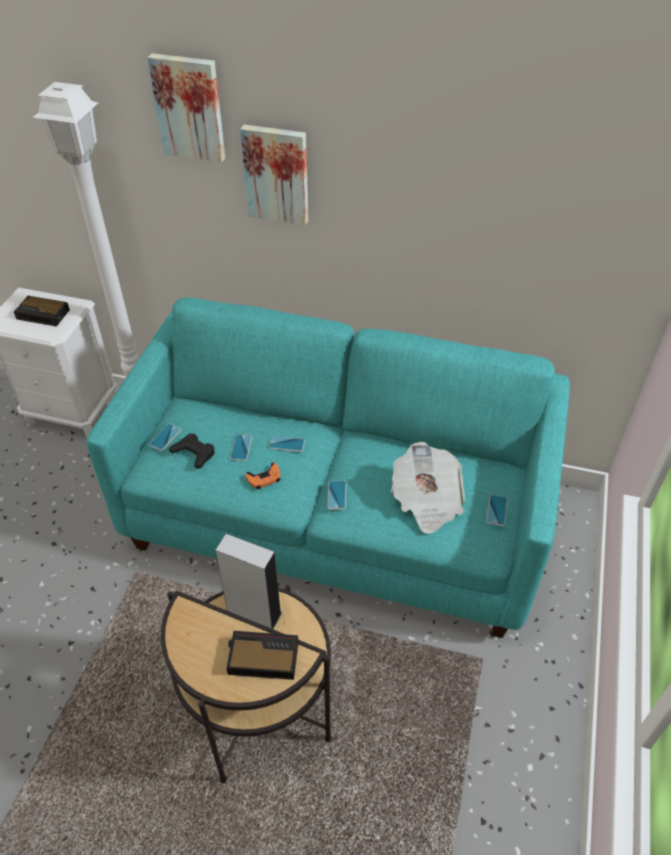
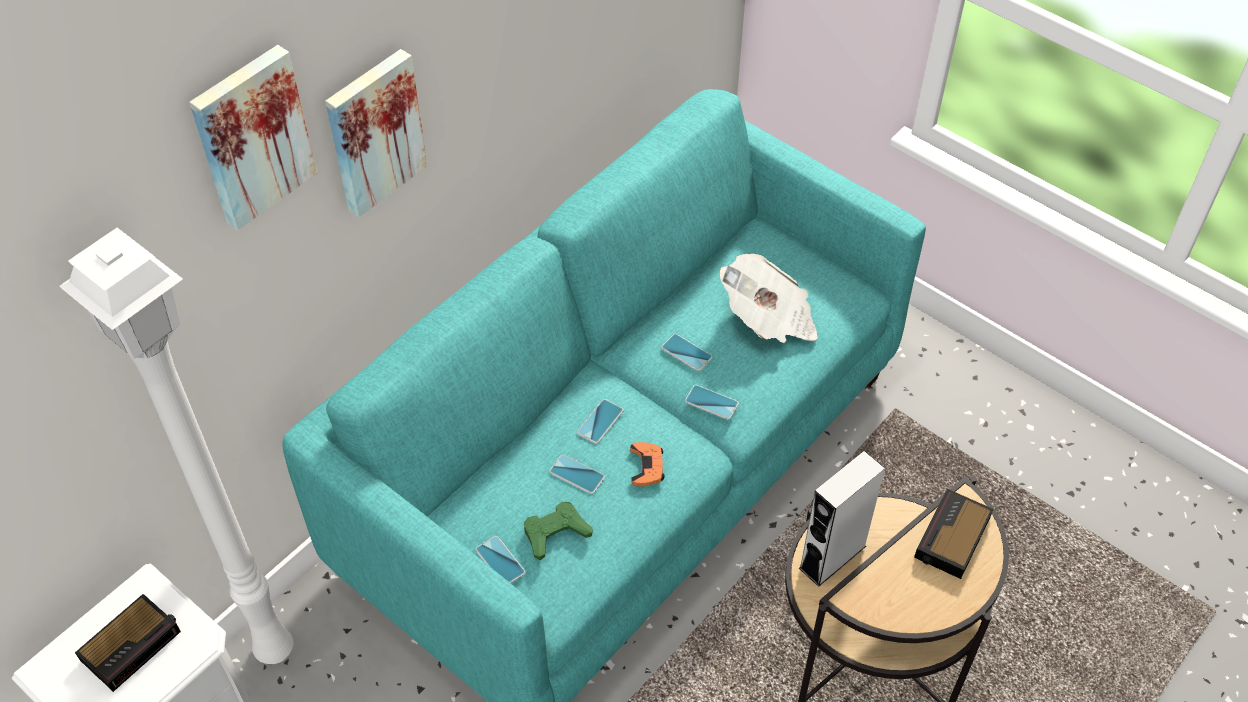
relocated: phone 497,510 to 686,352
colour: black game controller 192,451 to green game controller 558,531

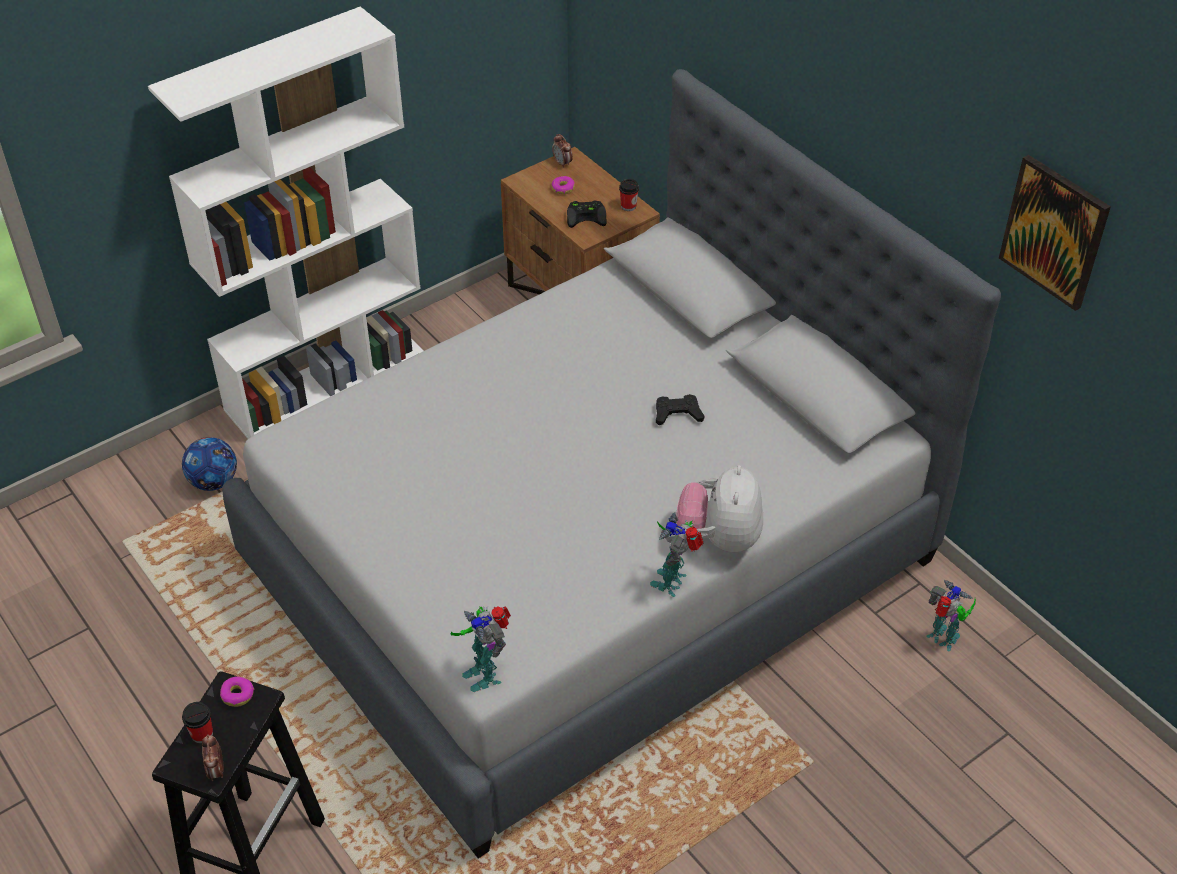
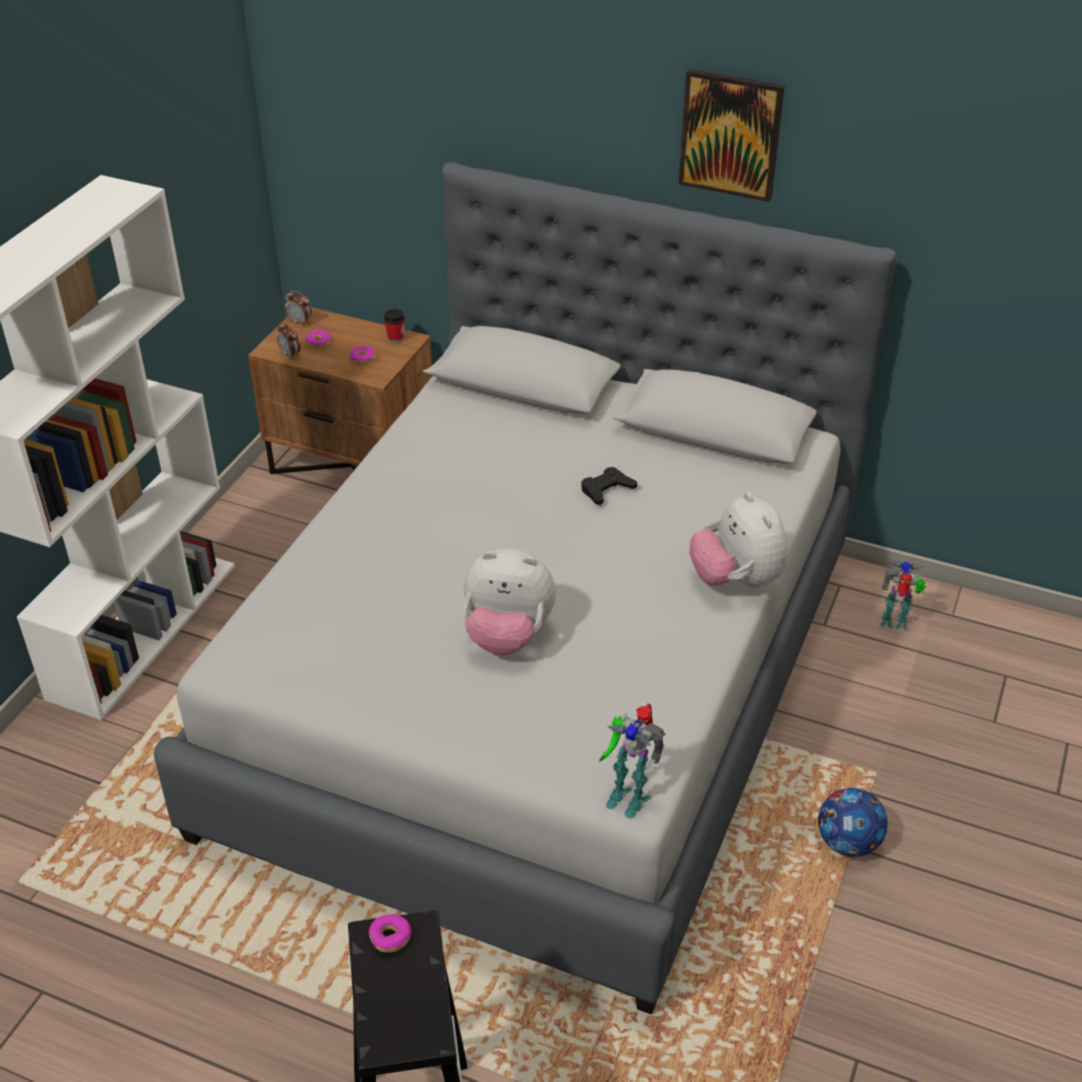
missing: cup 197,723; toy robot 677,554
appeared: plush toy 509,602
relocated: football 209,464 to 853,822; alarm clock 213,757 to 289,341; picture 1055,233 to 732,135
exchanged: black game controller 587,214 to donut 362,355

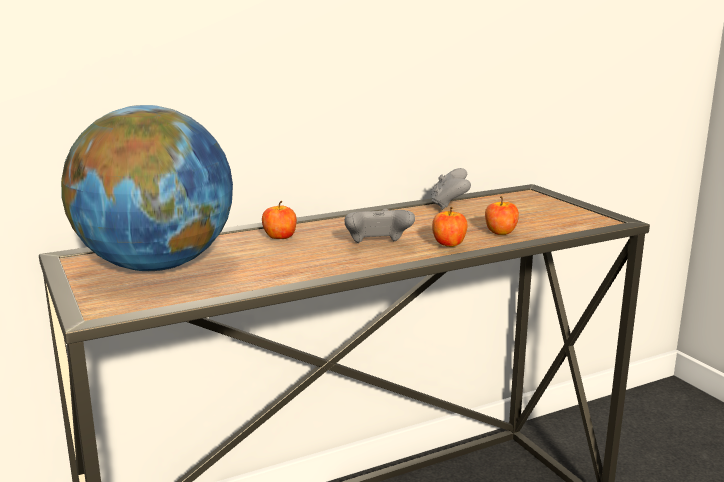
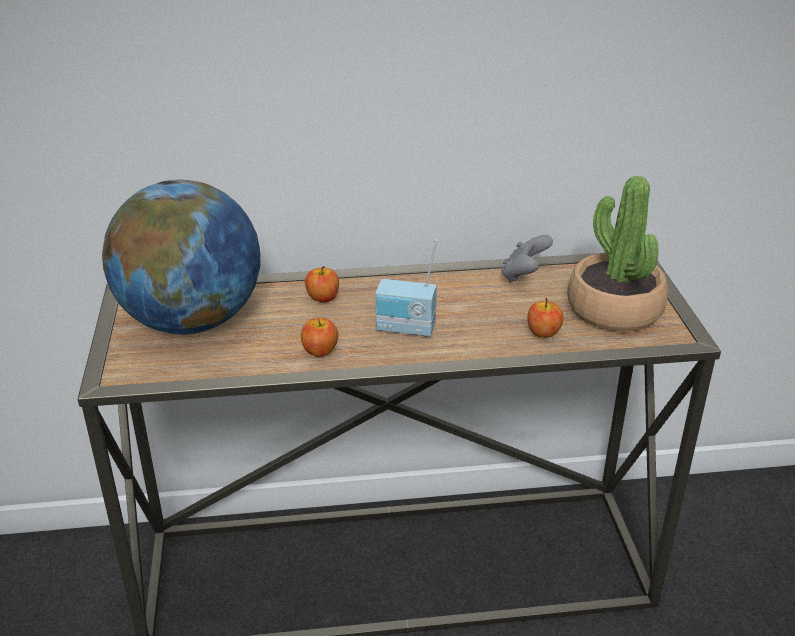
appeared: potted plant 617,254
relocated: apple 450,227 to 319,337
exchanged: grey game controller 379,226 to radio 406,287

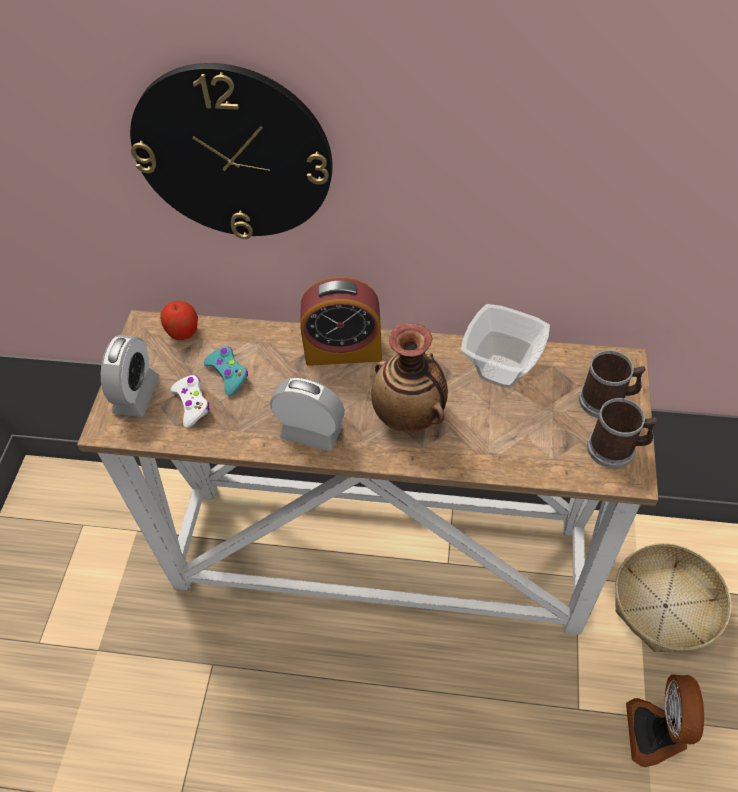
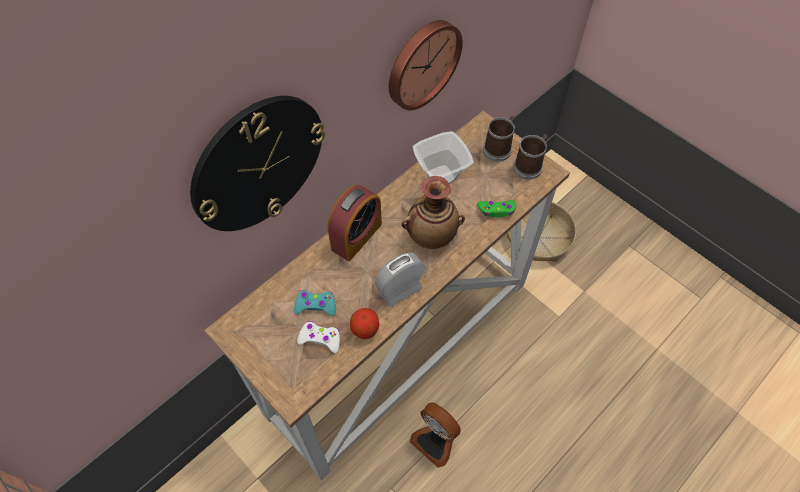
missing: alarm clock 130,376
appeared: wall clock 426,65; green game controller 496,208
relocated: apple 179,320 to 365,323; fan 665,720 to 435,435

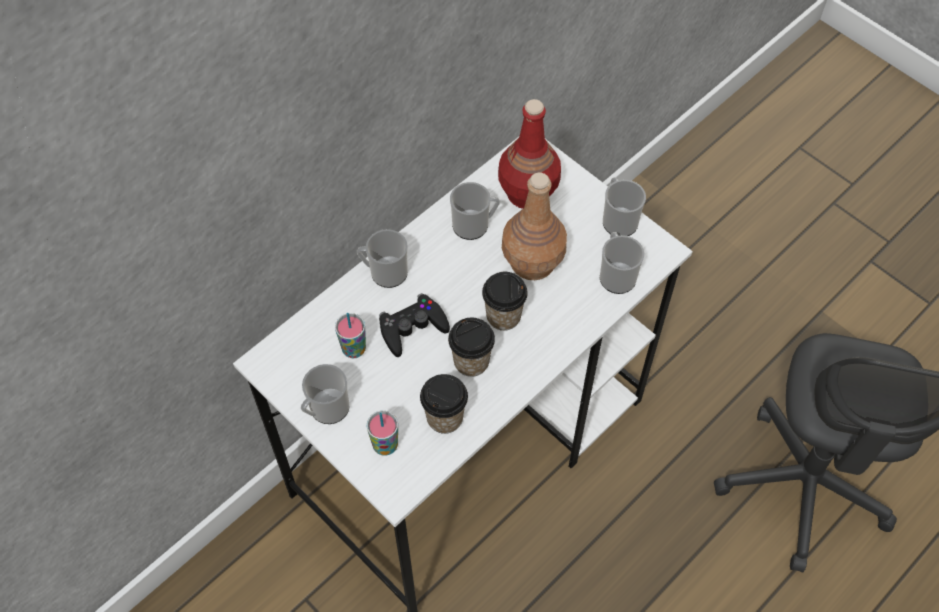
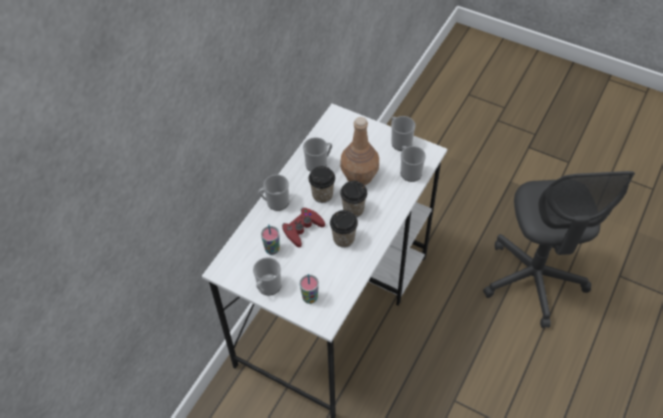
missing: red bottle 529,154
relocated: cup 444,404 to 322,184
colour: black game controller 414,325 to red game controller 303,227

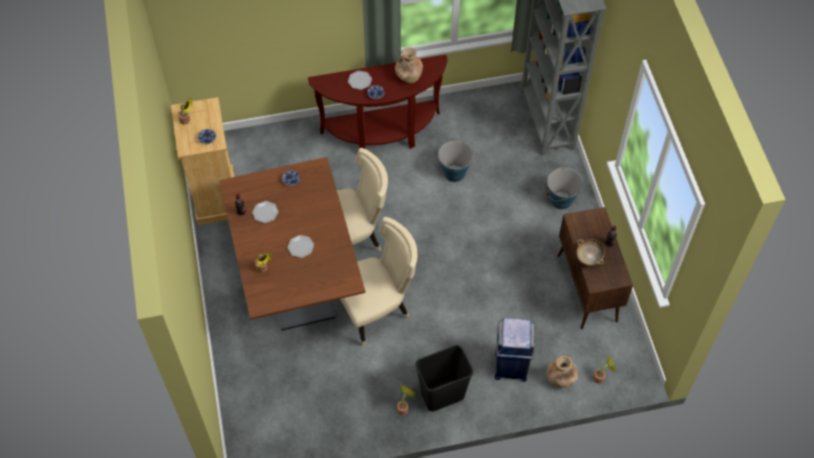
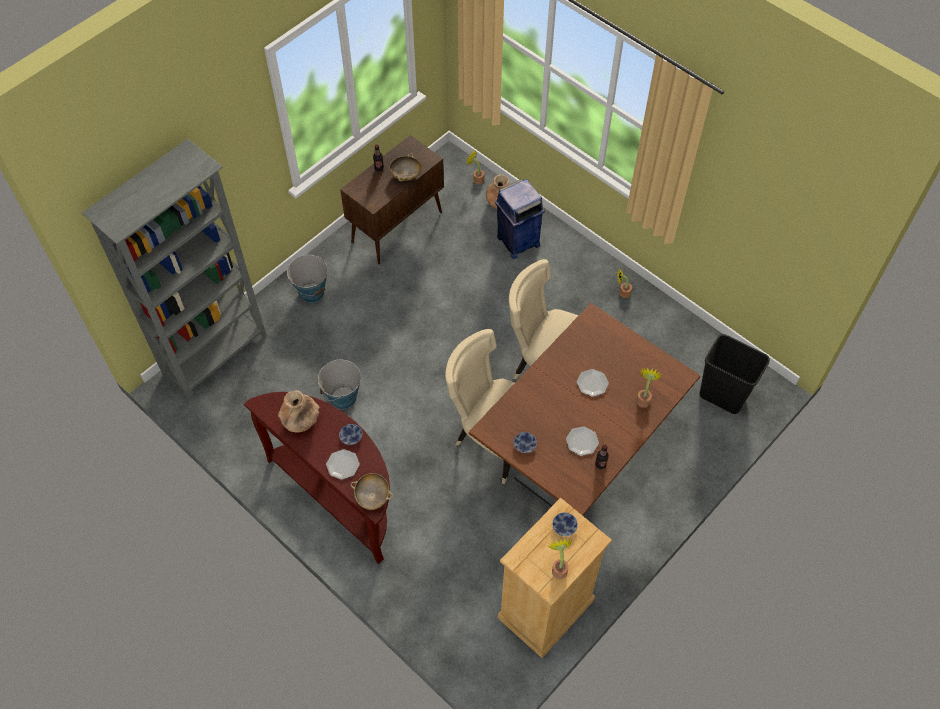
appeared: beige bowl 372,491
relocated: black trash can 444,378 to 735,374

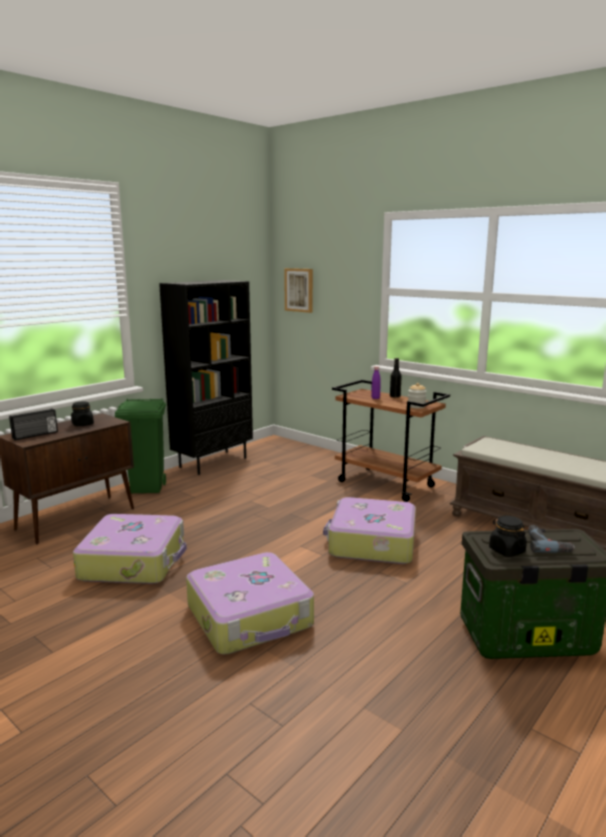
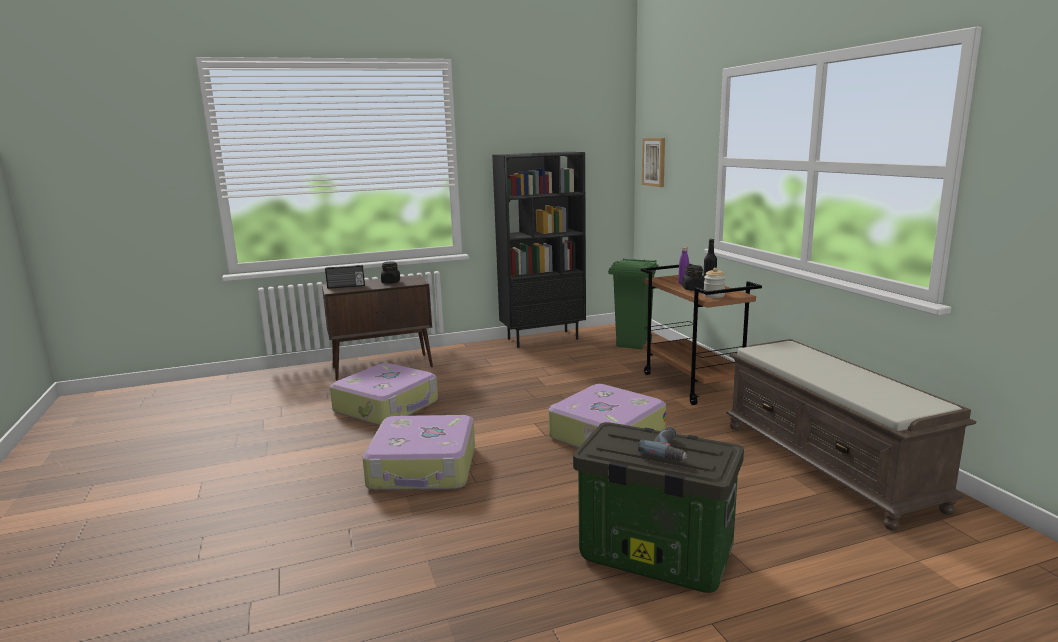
relocated: green trash can 140,445 to 633,303; black jar 508,536 to 693,278

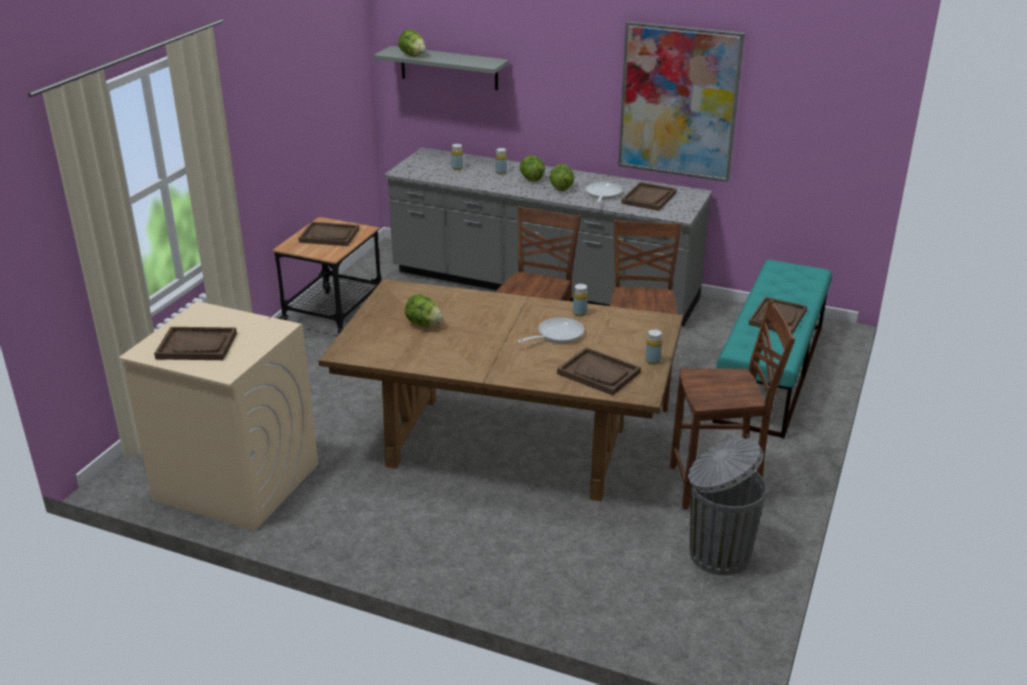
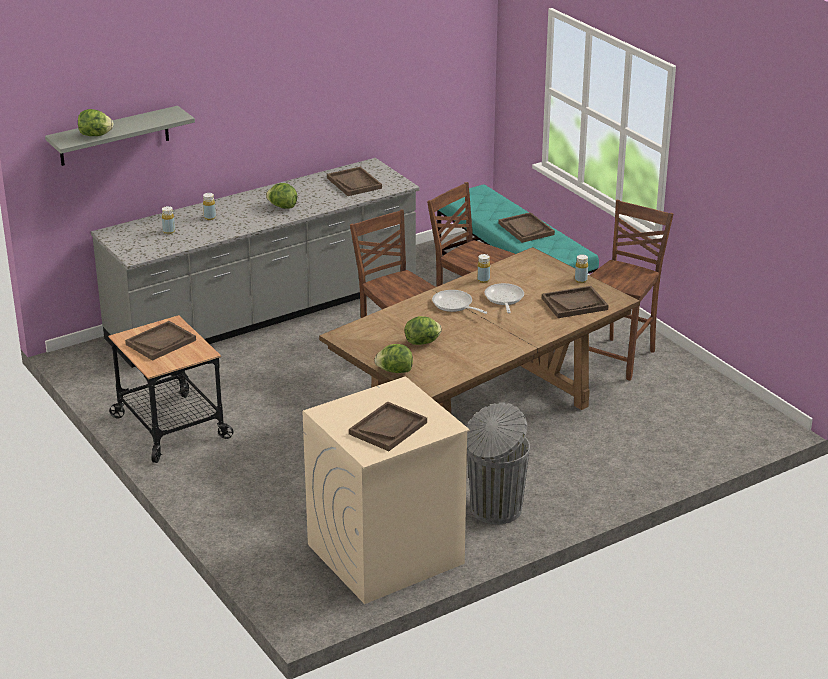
missing: picture 681,101
relocated: lettuce 532,168 to 394,358; frying pan 603,192 to 459,302; grey trash can 727,506 to 498,463

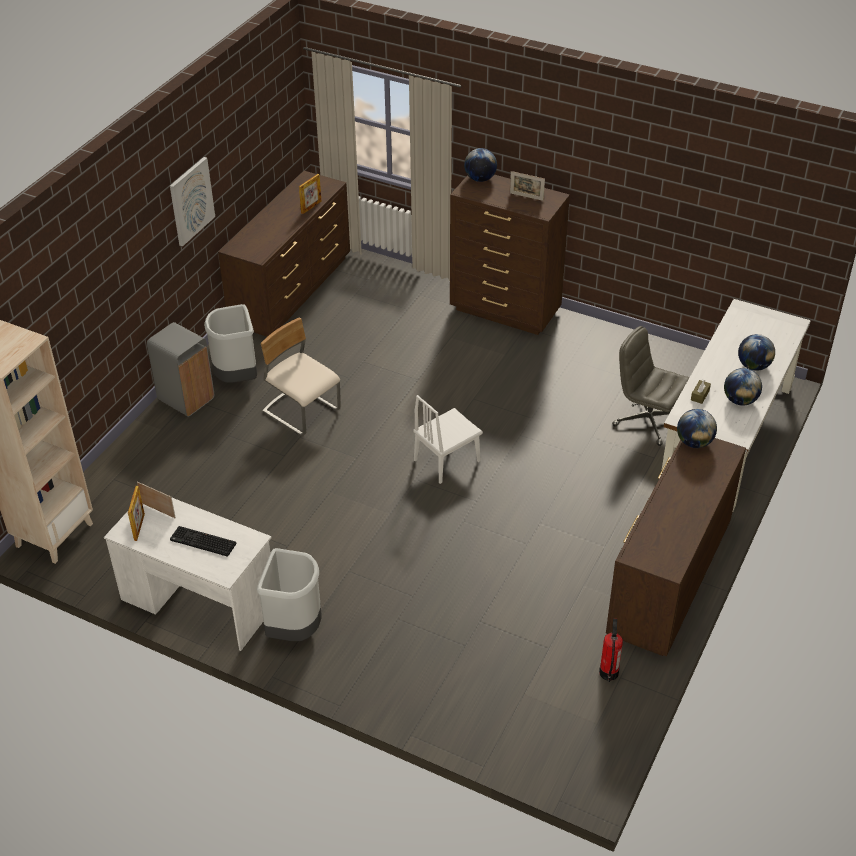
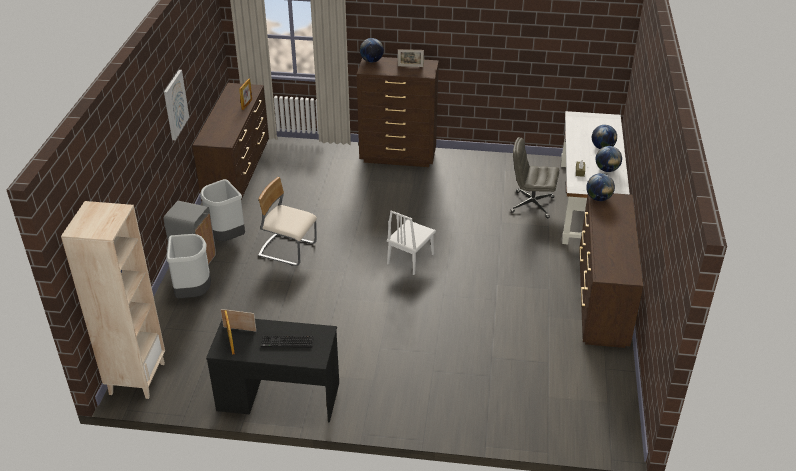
missing: fire extinguisher 611,650
relocated: grey trash can 289,594 to 188,266
colour: white desk 188,574 to black desk 272,371

